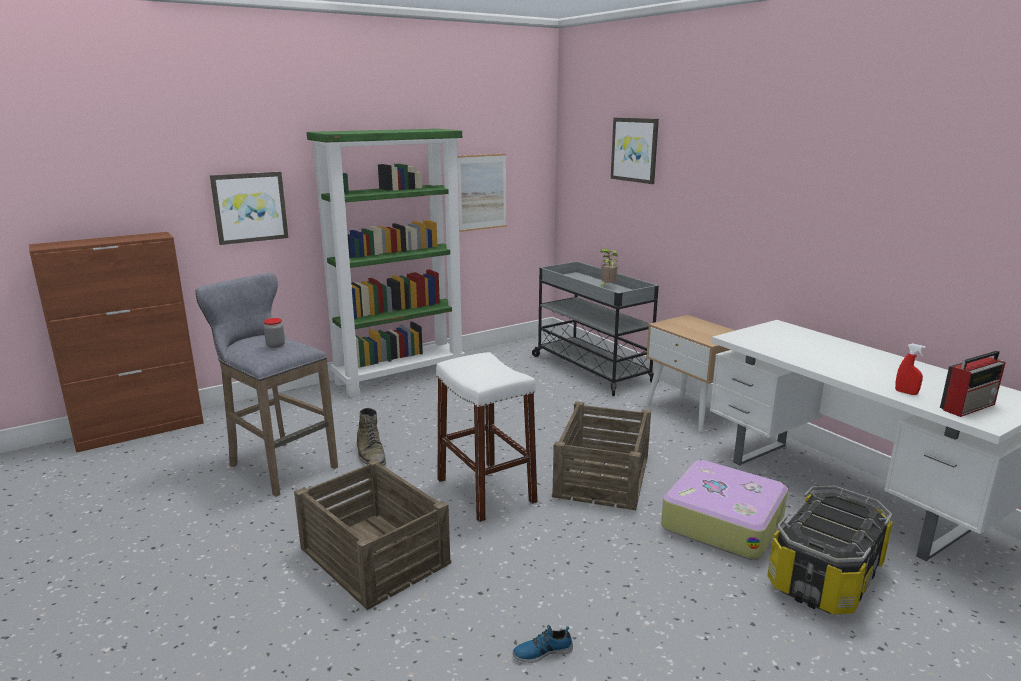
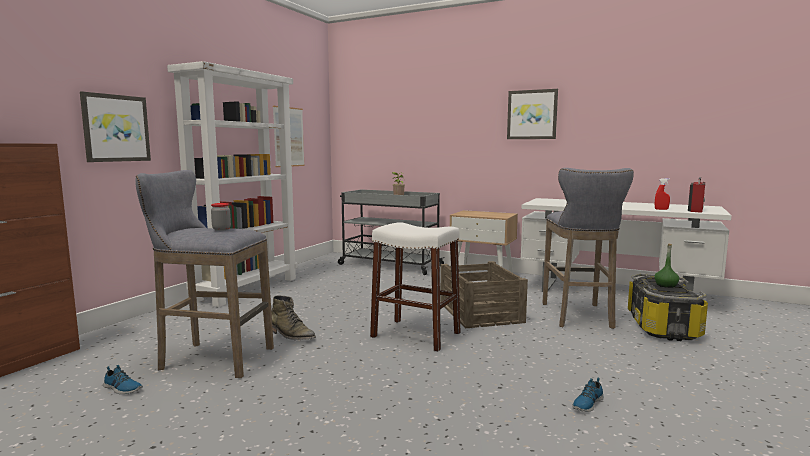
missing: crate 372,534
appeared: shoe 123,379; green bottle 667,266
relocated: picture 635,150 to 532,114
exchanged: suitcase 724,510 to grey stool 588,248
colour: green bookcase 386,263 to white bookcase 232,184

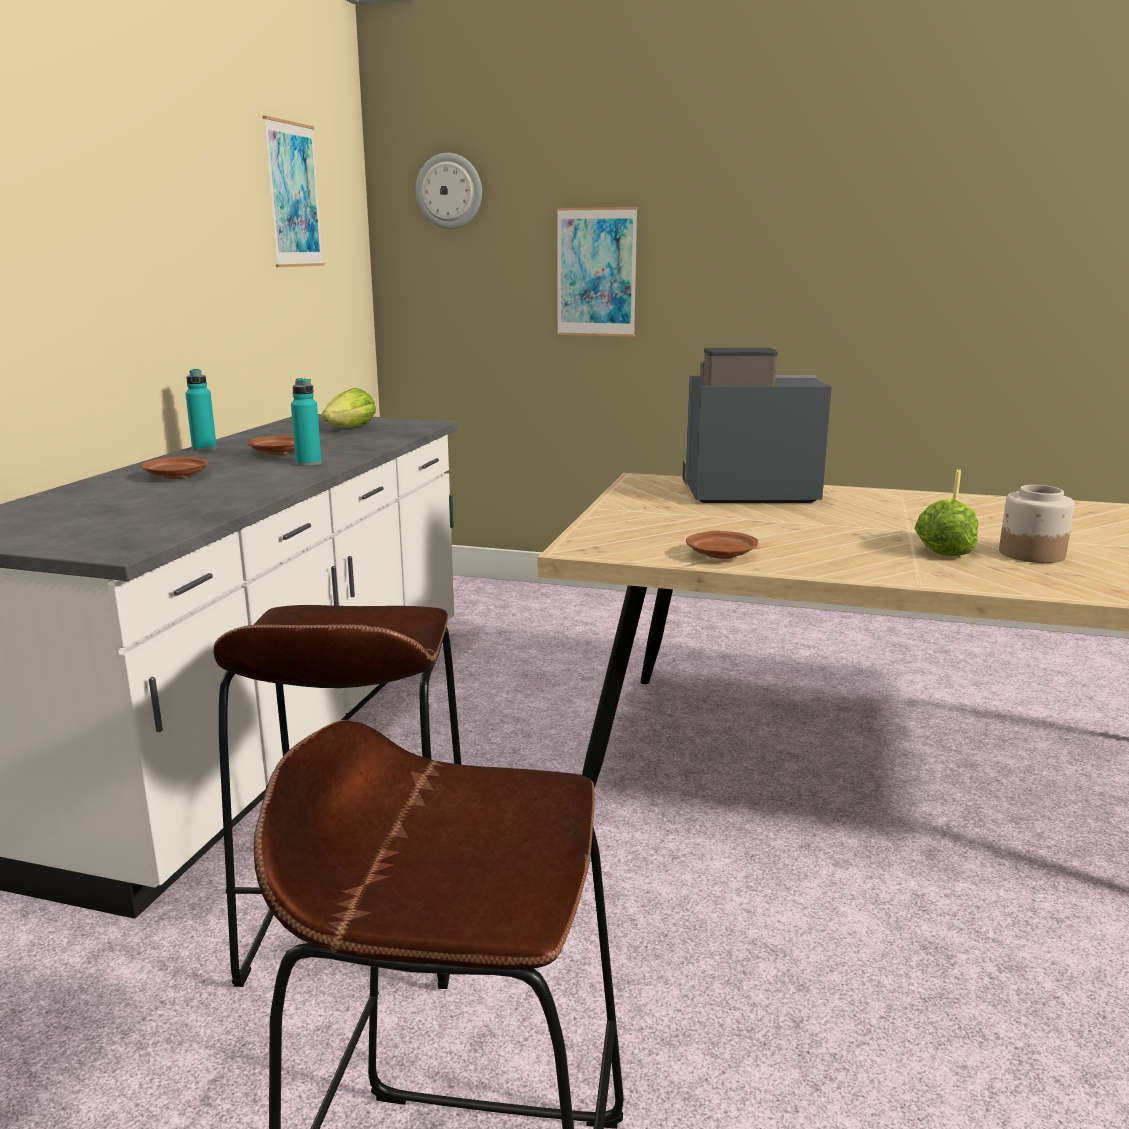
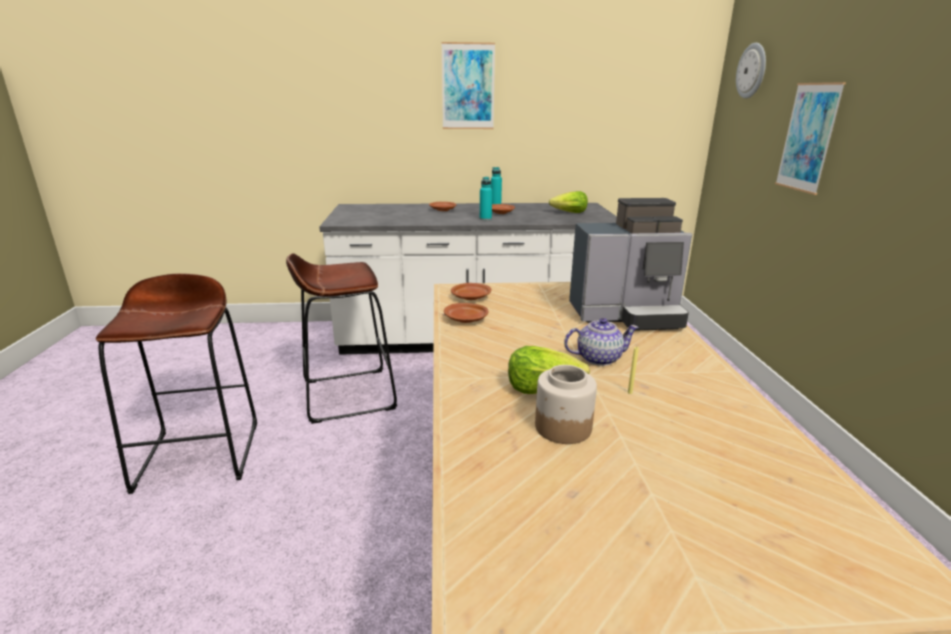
appeared: brown plate 471,291; teapot 601,342
relocated: picture 294,191 to 468,85
spun: coffee machine 757,425 = 630,264 105 degrees clockwise

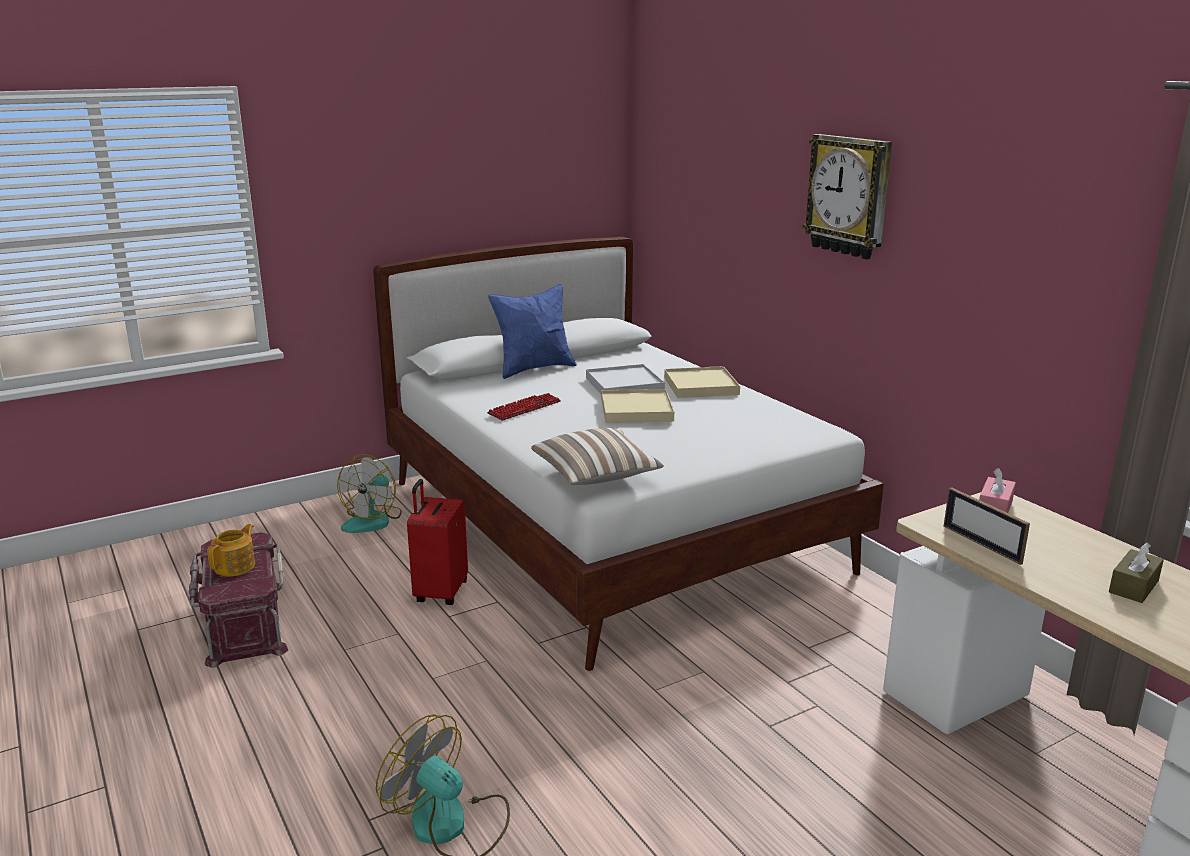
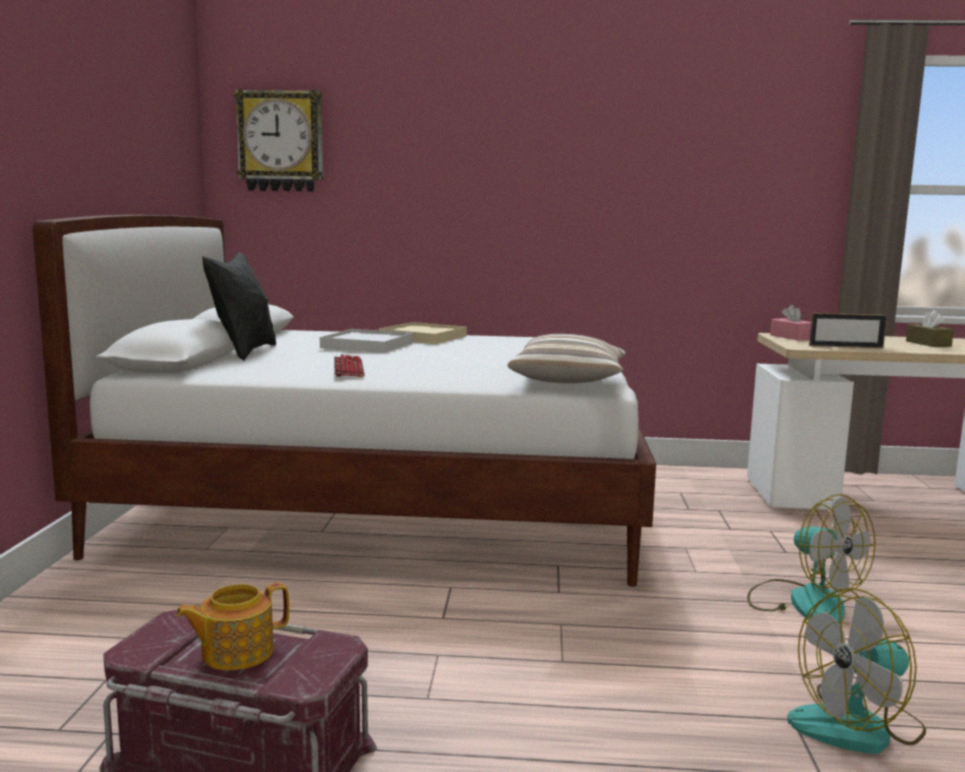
missing: red suitcase 437,542; beige tray 637,406
relocated: fan 369,493 to 811,559; wall clock 847,196 to 278,140
colour: blue pillow 532,331 to black pillow 239,306
spun: teapot 231,550 = 232,626 90 degrees counterclockwise

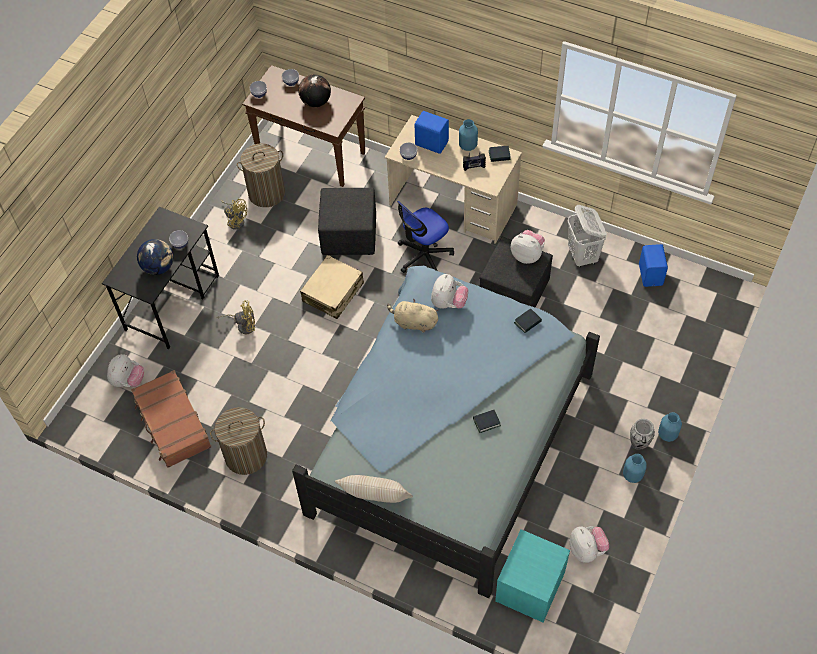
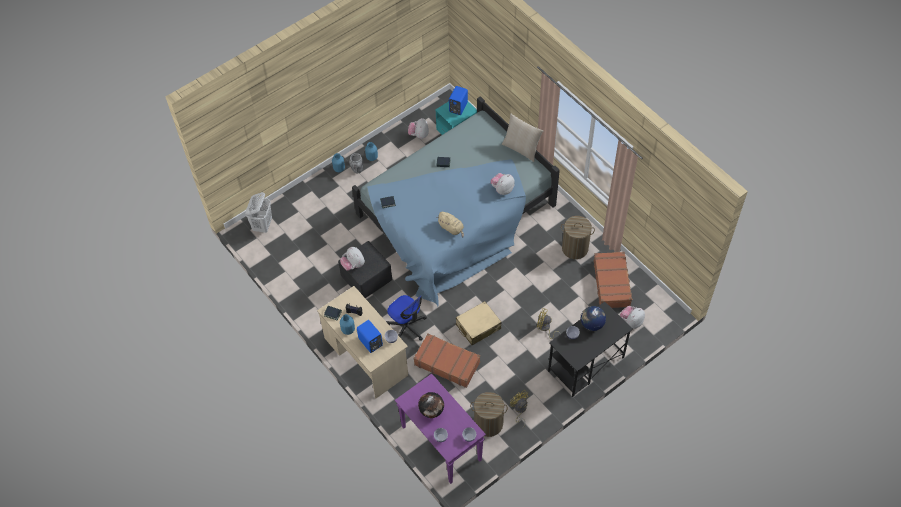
relocated: plush toy 450,291 to 502,184; white laundry basket 587,236 to 258,212; blue speaker 653,265 to 458,100
exchanged: black ottoman 347,221 to brown suitcase 446,360
colour: brown console table 303,126 to purple console table 440,428
spun: office chair 425,237 = 406,318 60 degrees clockwise

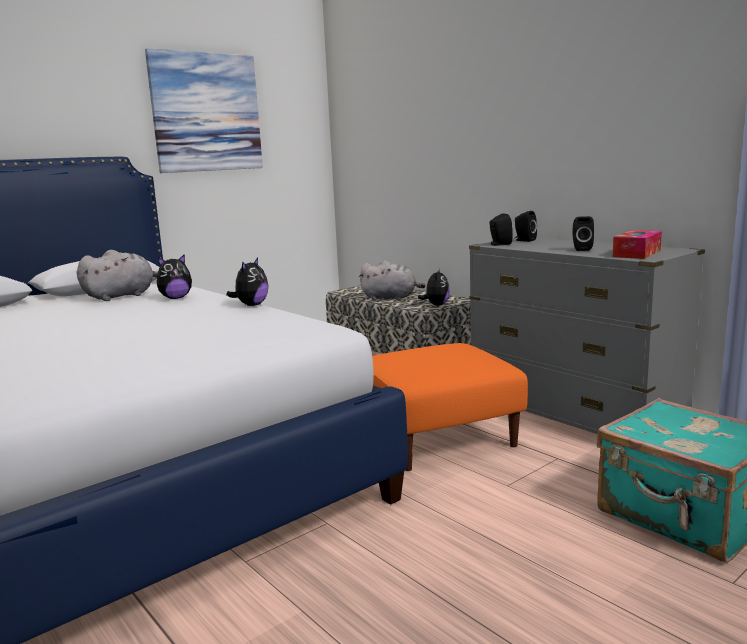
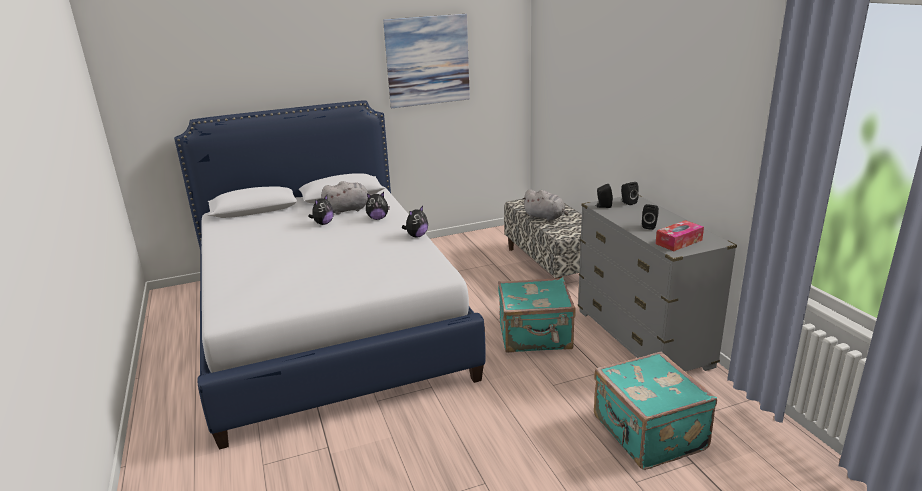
relocated: plush toy 434,287 to 321,210
exchanged: orange ottoman 450,407 to turquoise suitcase 537,315

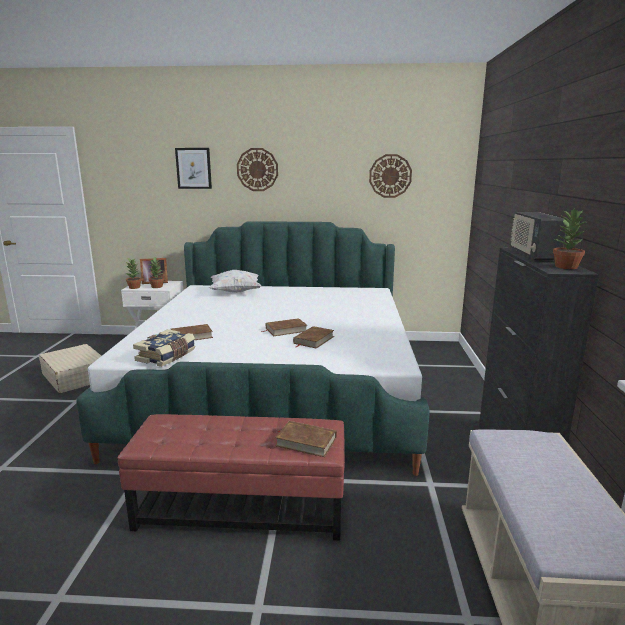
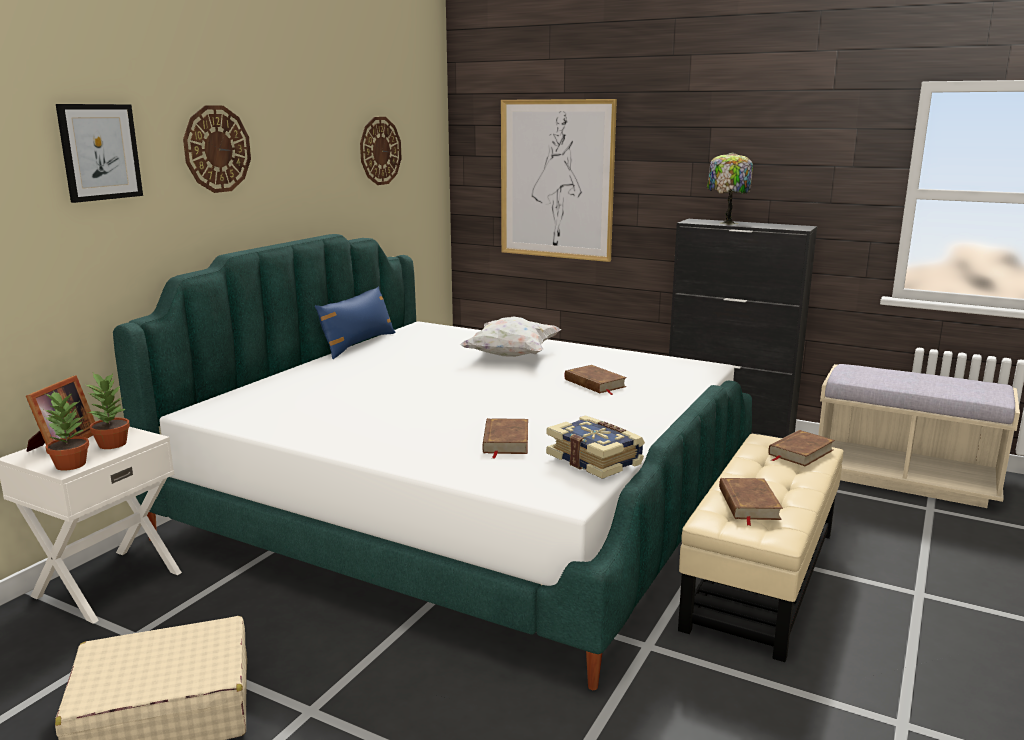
missing: potted plant 570,239
appeared: blue pillow 355,322; picture 559,180
relocated: white pillow 235,281 to 510,337; brown book 284,327 to 751,502
exchanged: radio 539,236 to table lamp 730,188
colour: red ottoman 231,477 to beige ottoman 761,548

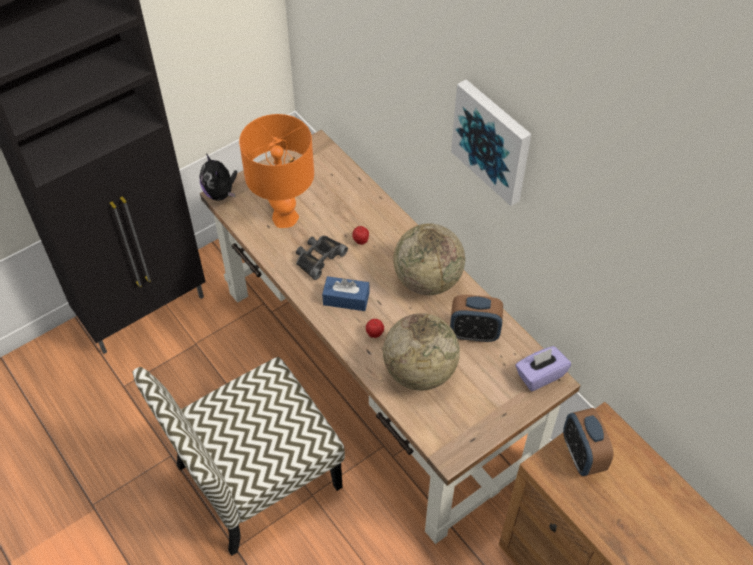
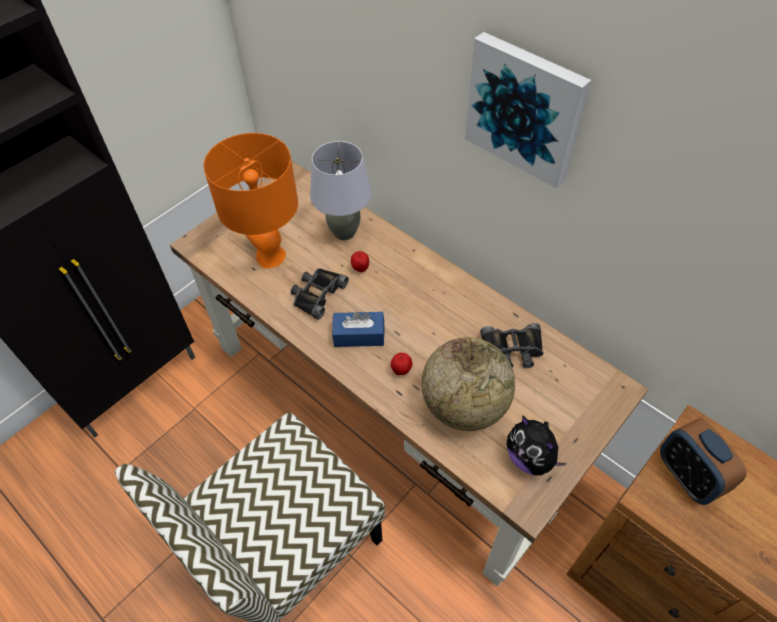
missing: globe 429,259; purple tissue box 543,368
appeared: grey table lamp 341,190
relocated: plush toy 218,177 to 537,445
exchanged: alarm clock 476,318 to black binoculars 511,345

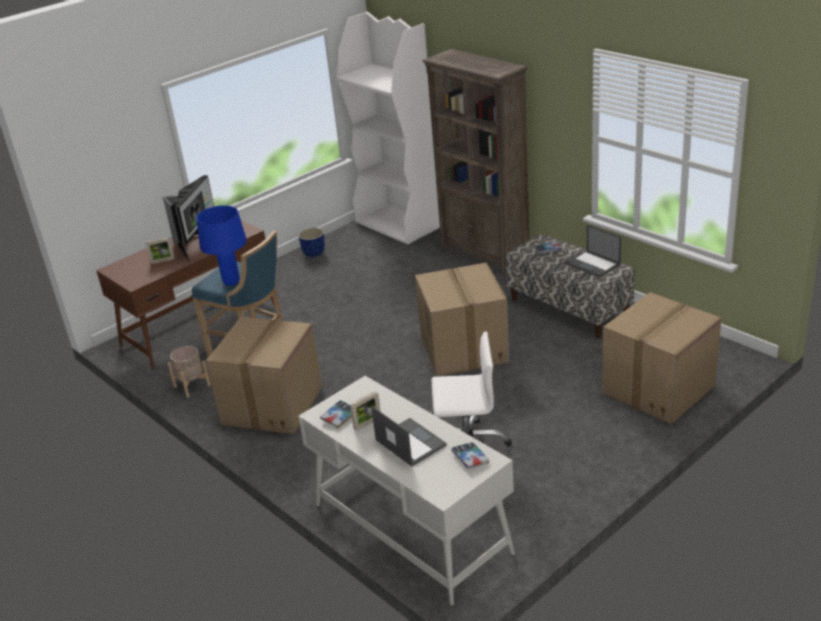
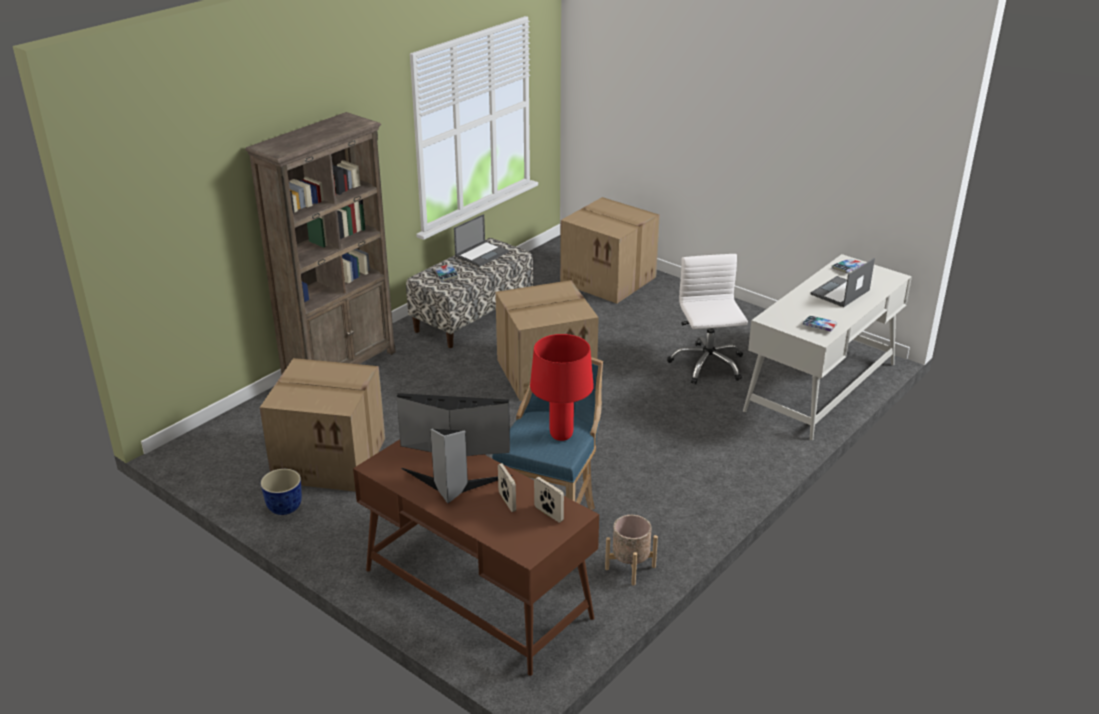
missing: white bookcase 388,128
relocated: cardboard box 264,375 to 322,425; picture frame 365,411 to 549,500
colour: blue table lamp 222,245 to red table lamp 562,387

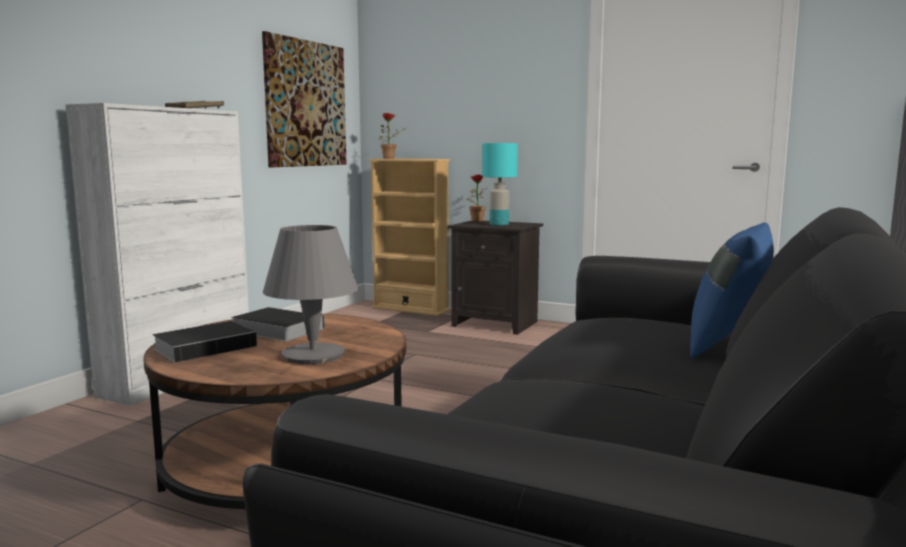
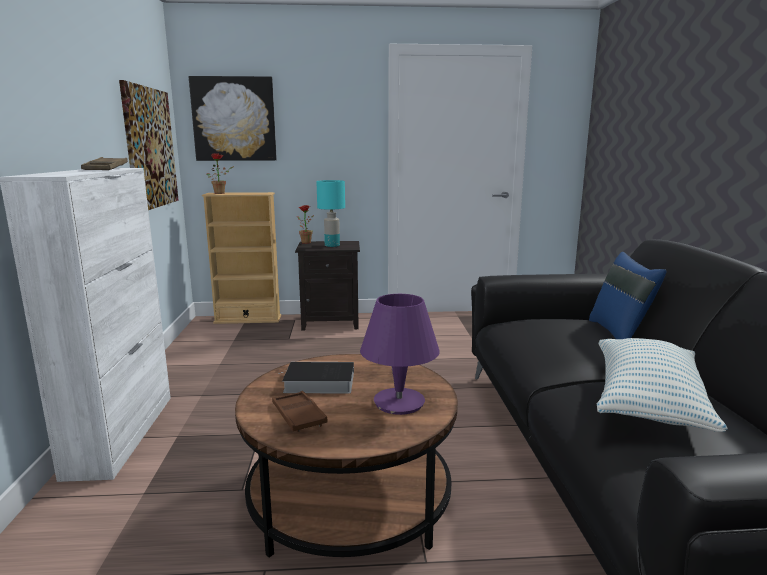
appeared: picture 233,118; pillow 662,385
exchanged: book 211,342 to brown tray 300,411
colour: grey table lamp 310,294 to purple table lamp 400,354

